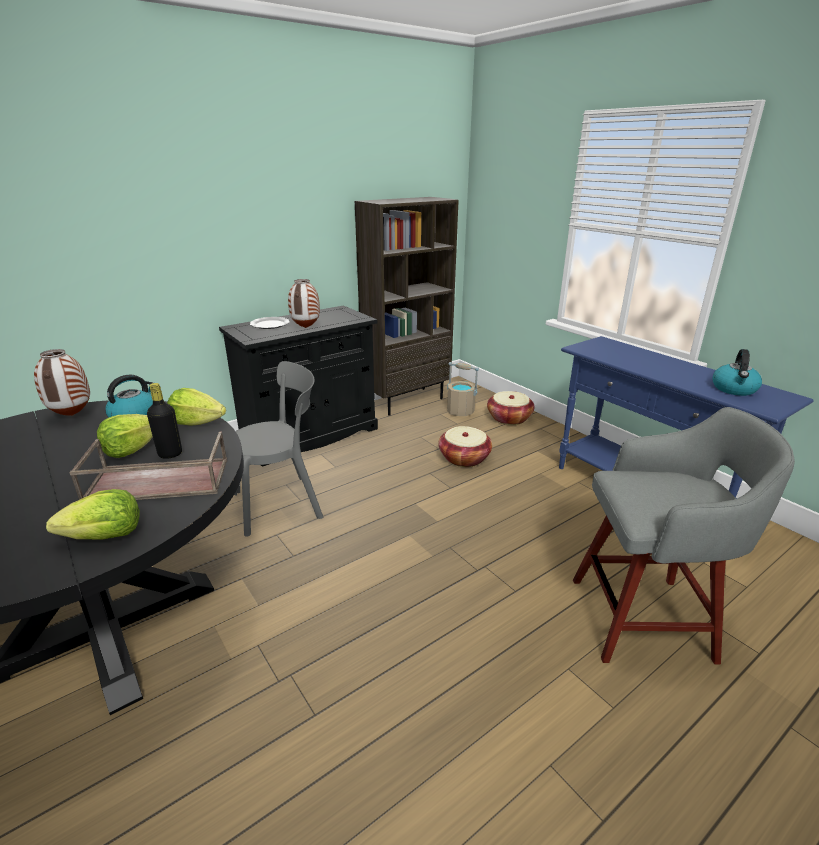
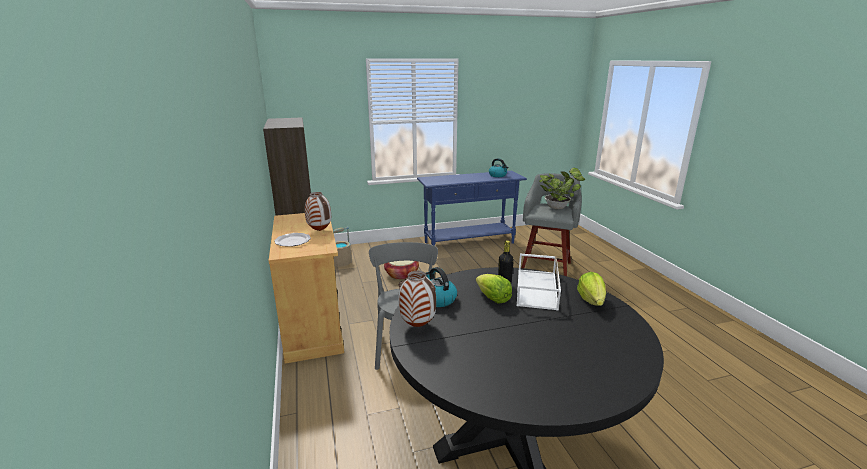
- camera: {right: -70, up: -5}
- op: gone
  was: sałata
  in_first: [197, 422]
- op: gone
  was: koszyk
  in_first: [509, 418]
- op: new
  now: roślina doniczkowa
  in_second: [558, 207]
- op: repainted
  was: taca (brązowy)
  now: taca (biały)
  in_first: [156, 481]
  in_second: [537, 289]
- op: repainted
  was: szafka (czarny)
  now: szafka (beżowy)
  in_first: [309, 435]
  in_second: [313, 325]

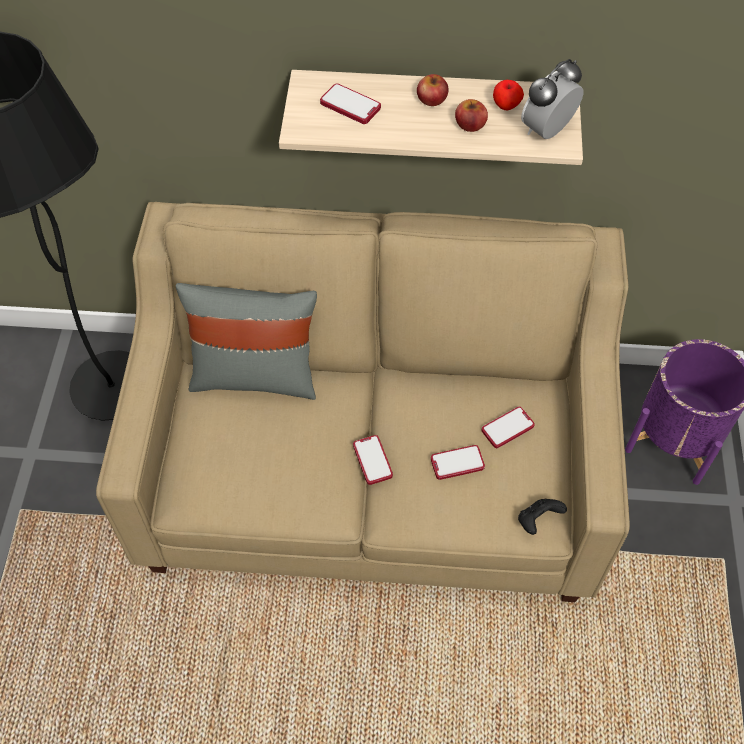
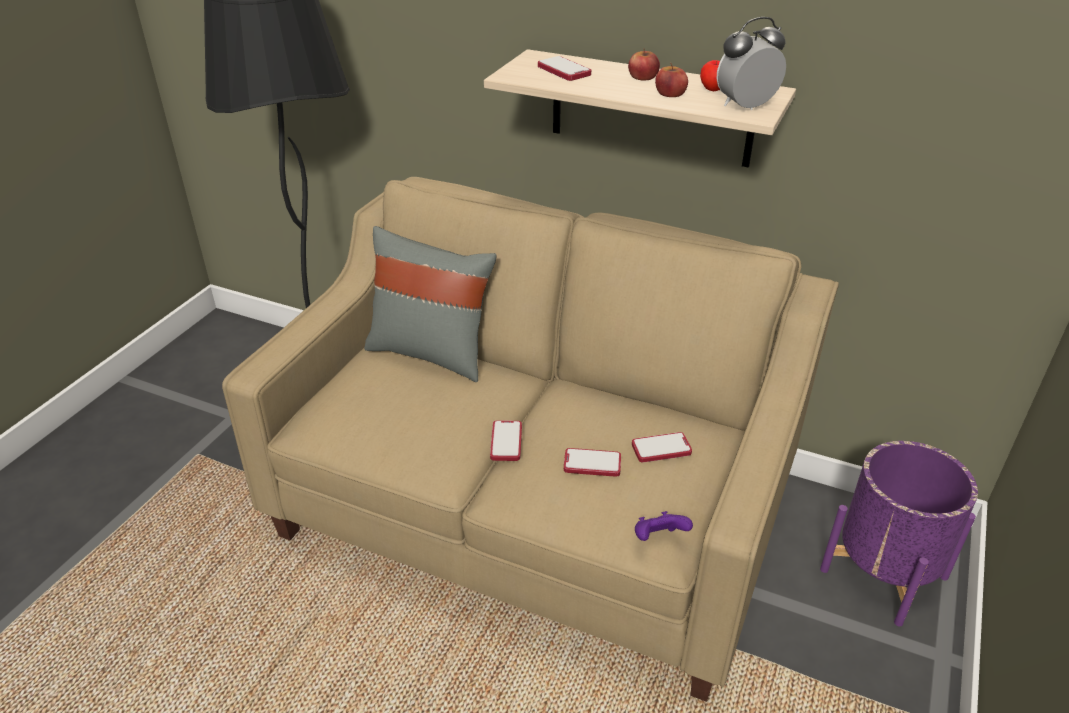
- camera: {right: 20, up: -20}
- op: repainted
  was: pad do gier (czarny)
  now: pad do gier (fioletowy)
  in_first: [537, 520]
  in_second: [658, 538]

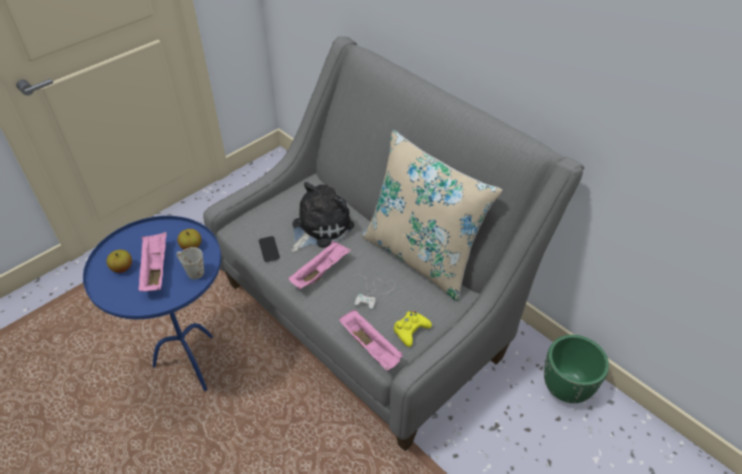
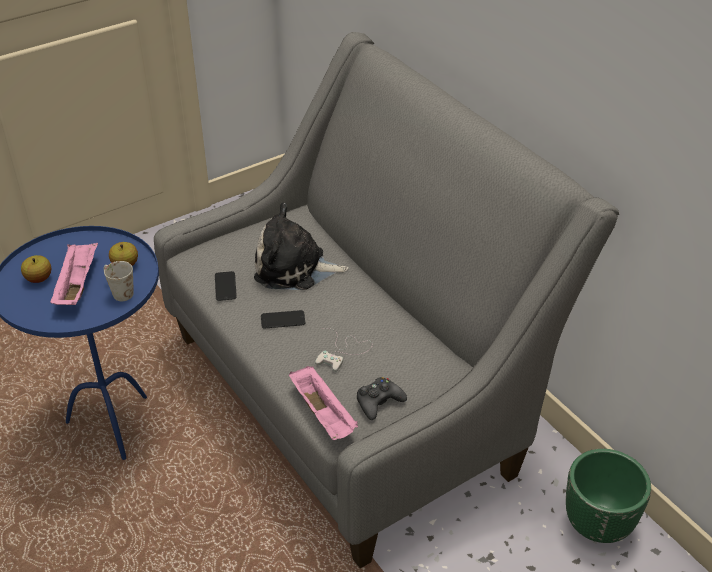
- camera: {right: 10, up: -5}
- op: gone
  was: poduszka (beżowy)
  in_first: [421, 256]
- op: swapped
  was: taca (różowy)
  now: telefon
  in_first: [320, 272]
  in_second: [283, 320]
- op: repainted
  was: pad do gier (żółty)
  now: pad do gier (czarny)
  in_first: [410, 330]
  in_second: [379, 402]
- op: rotated
  was: pluszak
  in_first: [319, 227]
  in_second: [294, 268]
  clockwise: -135

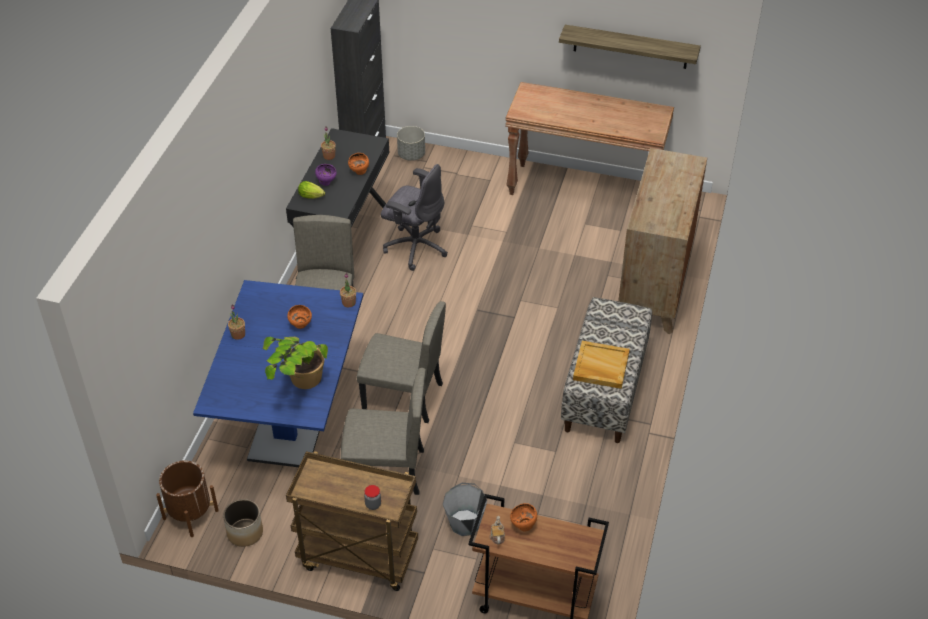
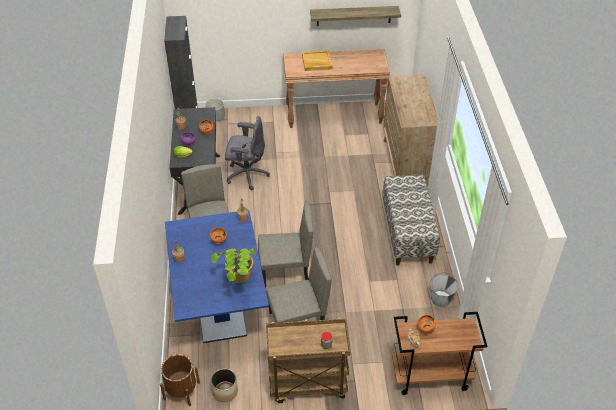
- camera: {right: -20, up: 0}
- op: shifted
  was: wiadro (szary)
  in_first: [465, 523]
  in_second: [441, 299]
- op: shifted
  was: taca (beżowy)
  in_first: [600, 366]
  in_second: [316, 62]

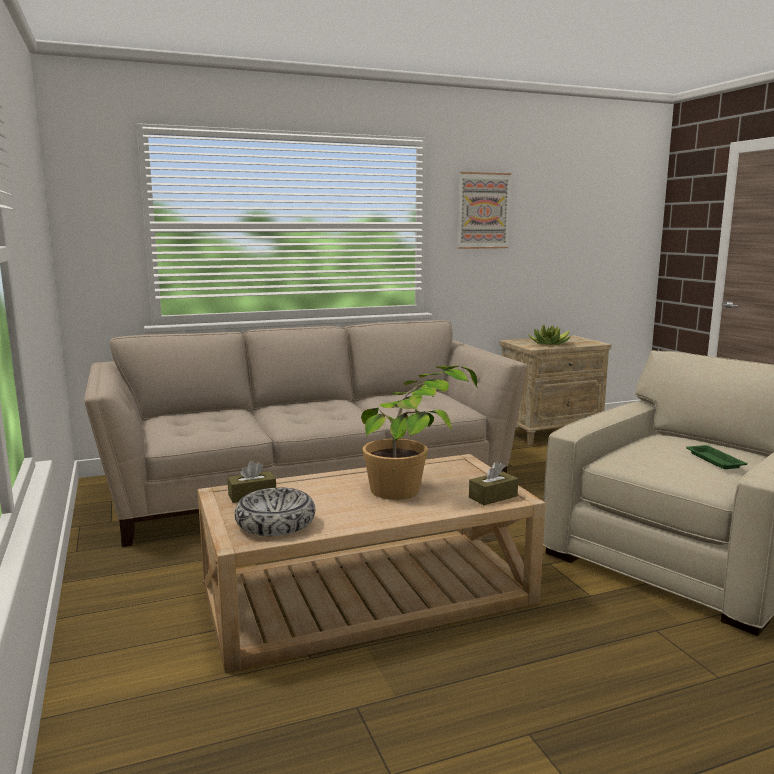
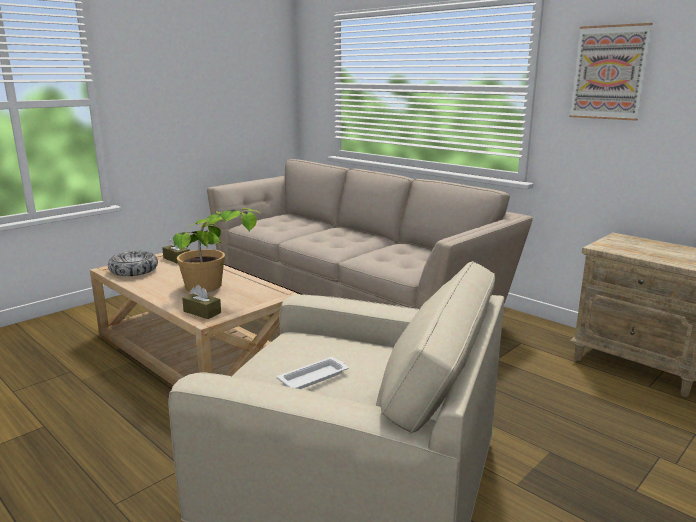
- camera: {right: 65, up: 5}
- op: gone
  was: roślina doniczkowa
  in_first: [550, 344]
- op: repainted
  was: taca (zielony)
  now: taca (biały)
  in_first: [714, 460]
  in_second: [314, 377]

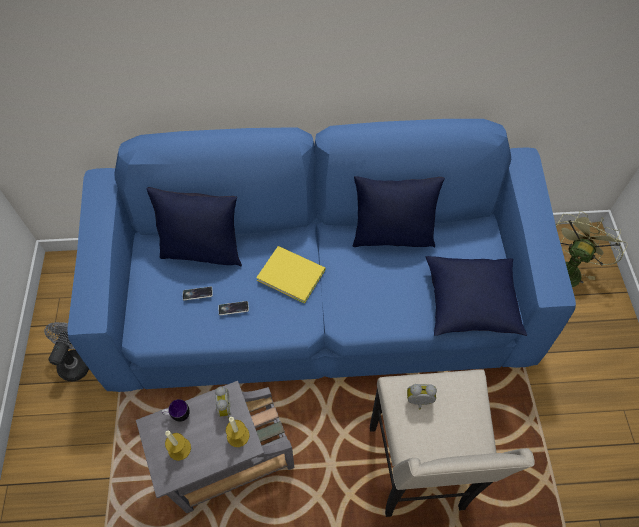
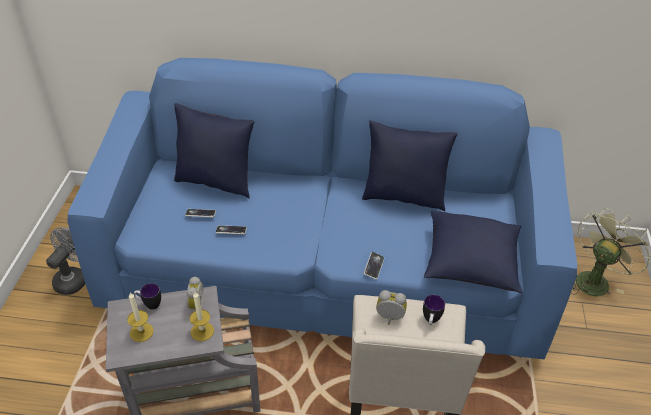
- camera: {right: 10, up: -15}
- op: gone
  was: książka (żółty)
  in_first: [290, 273]
- op: new
  now: telefon
  in_second: [374, 267]
- op: new
  now: kubek
  in_second: [430, 321]

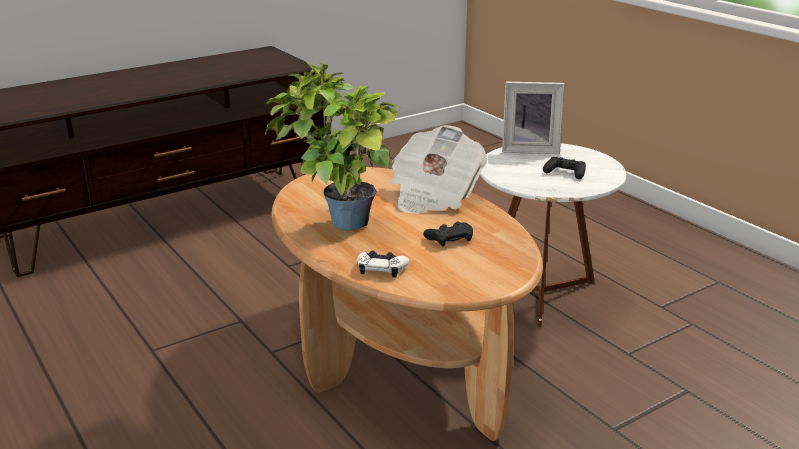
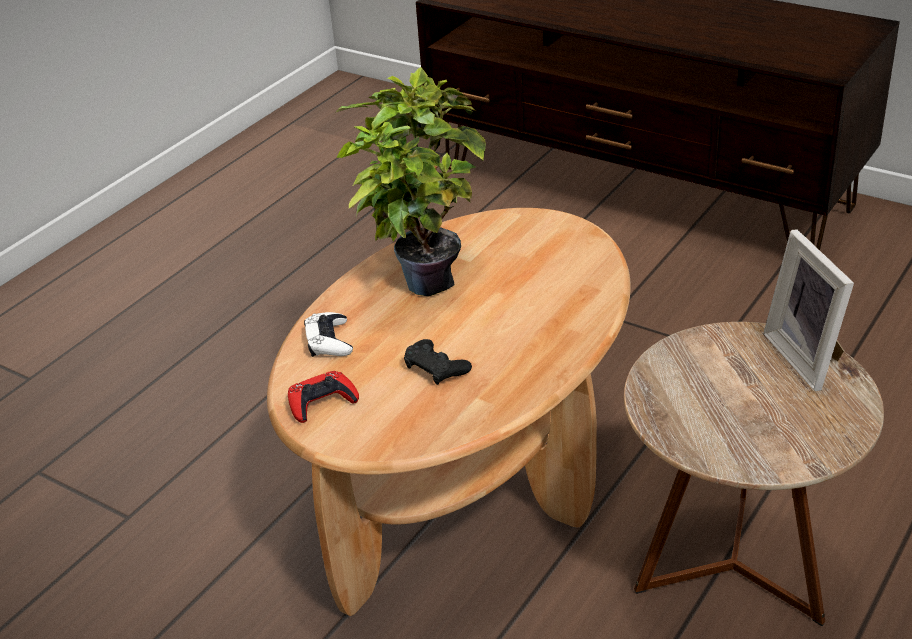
- camera: {right: 70, up: 10}
- op: gone
  was: gazeta
  in_first: [434, 195]
- op: gone
  was: pad do gier (czarny)
  in_first: [565, 173]
- op: new
  now: pad do gier (czerwony)
  in_second: [322, 402]
- op: repainted
  was: stolik (biały)
  now: stolik (brązowy)
  in_first: [541, 293]
  in_second: [733, 570]

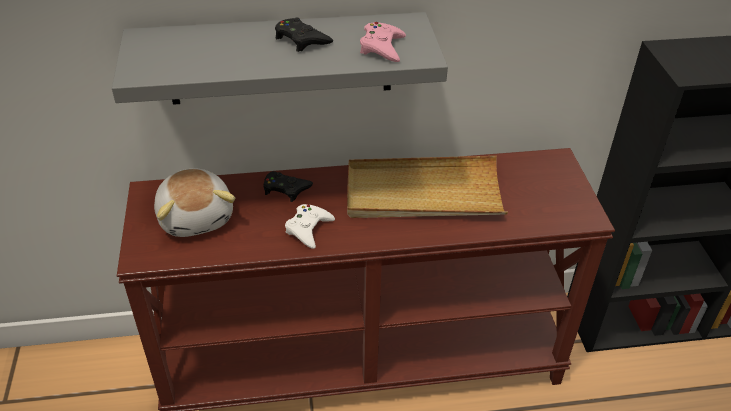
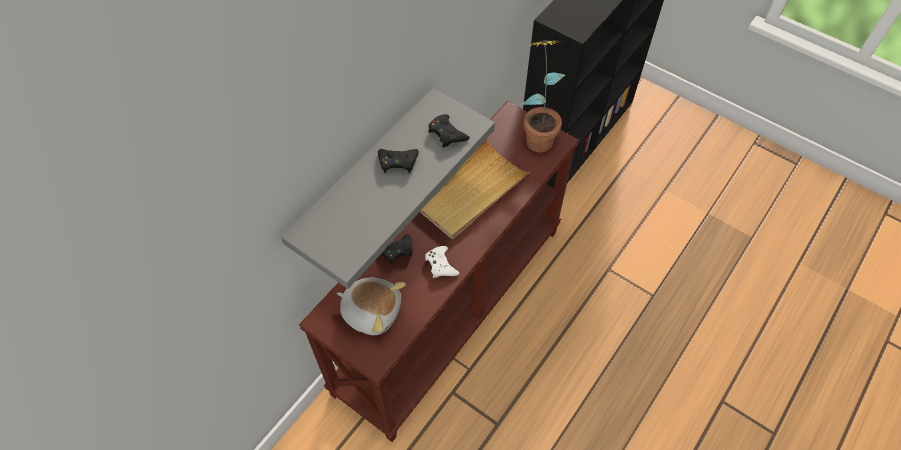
- camera: {right: -45, up: 15}
- op: new
  now: roślina doniczkowa
  in_second: [537, 135]
- op: repainted
  was: pad do gier (różowy)
  now: pad do gier (czarny)
  in_first: [382, 47]
  in_second: [447, 134]

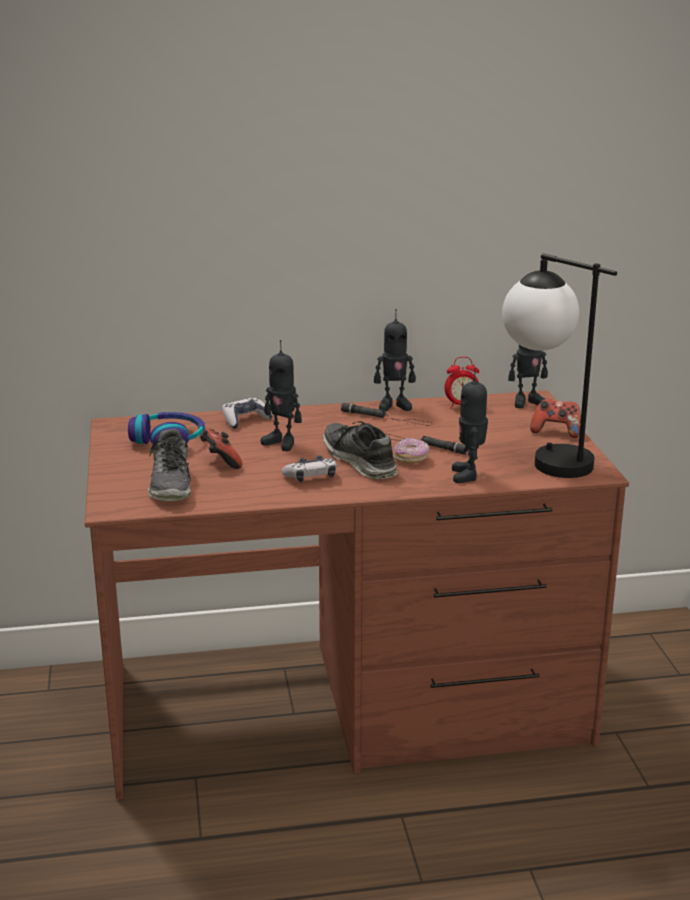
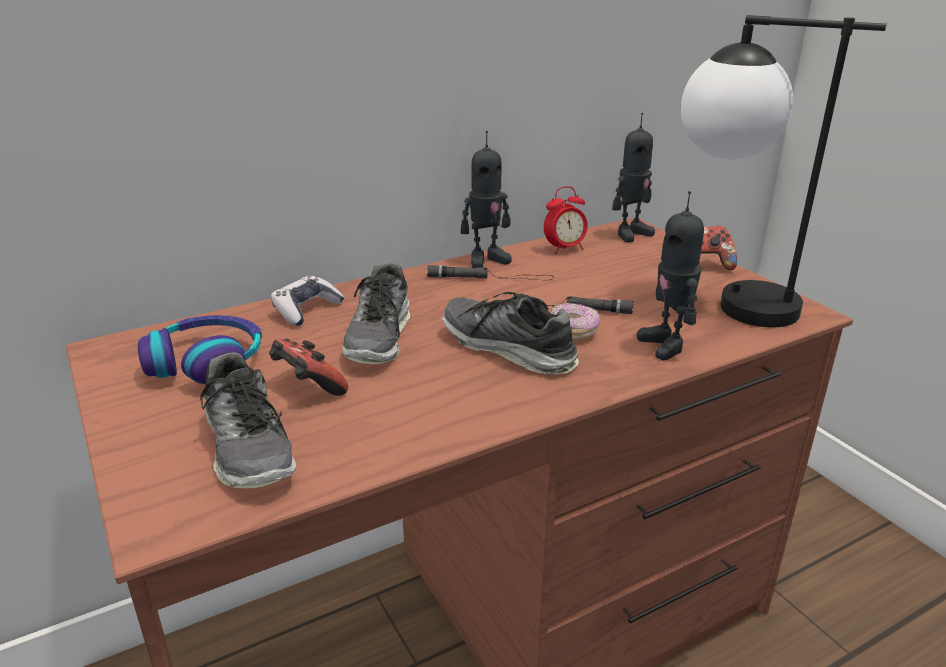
- camera: {right: -20, up: 5}
- op: gone
  was: pad do gier
  in_first: [311, 477]
- op: swapped
  was: robot zabawkowy
  now: but
  in_first: [282, 443]
  in_second: [380, 337]

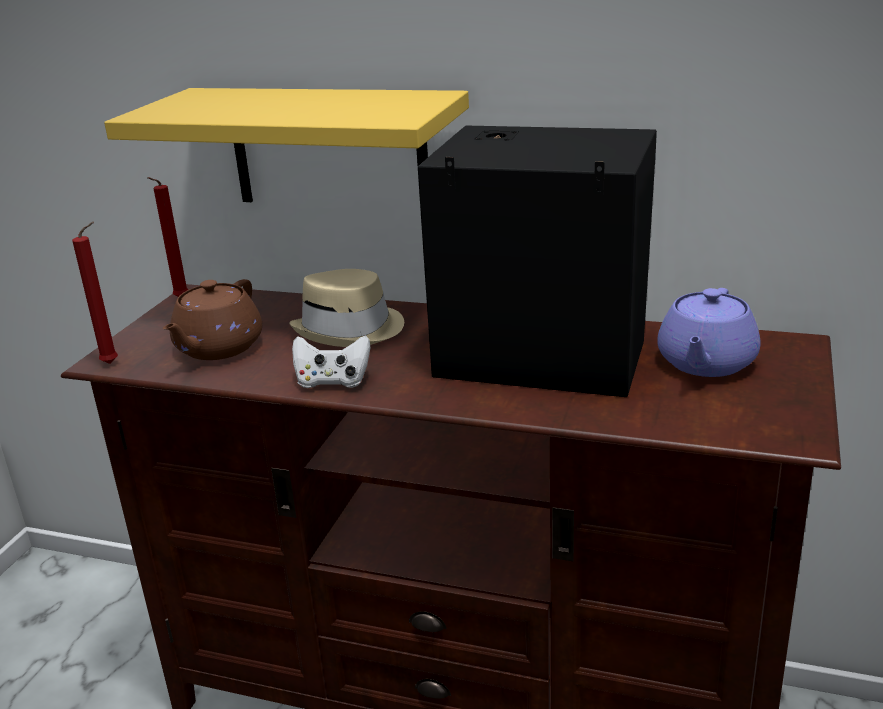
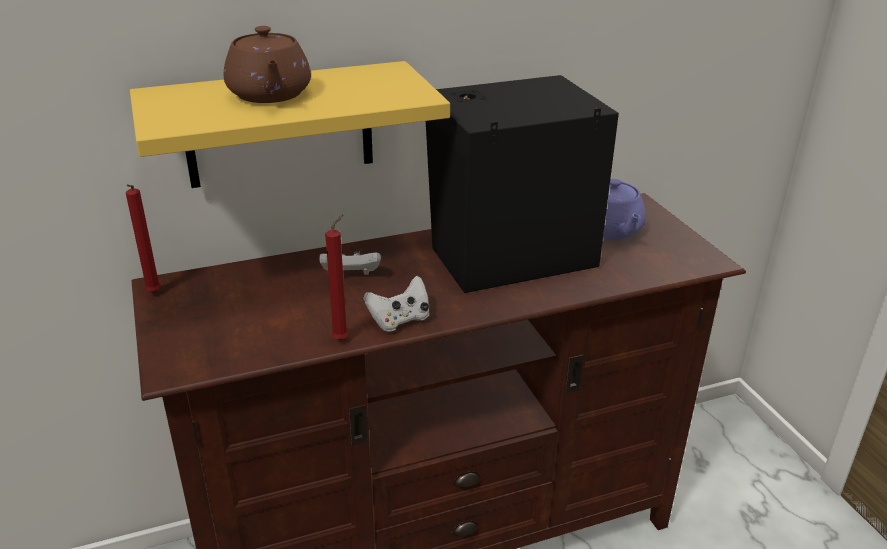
- camera: {right: -40, up: 5}
- op: shifted
  was: świeca (czerwony)
  in_first: [113, 363]
  in_second: [342, 339]
- op: shifted
  was: imbryk (brązowy)
  in_first: [217, 348]
  in_second: [269, 95]
- op: swapped
  was: kapelusz (beżowy)
  now: pad do gier (biały)
  in_first: [351, 330]
  in_second: [351, 276]

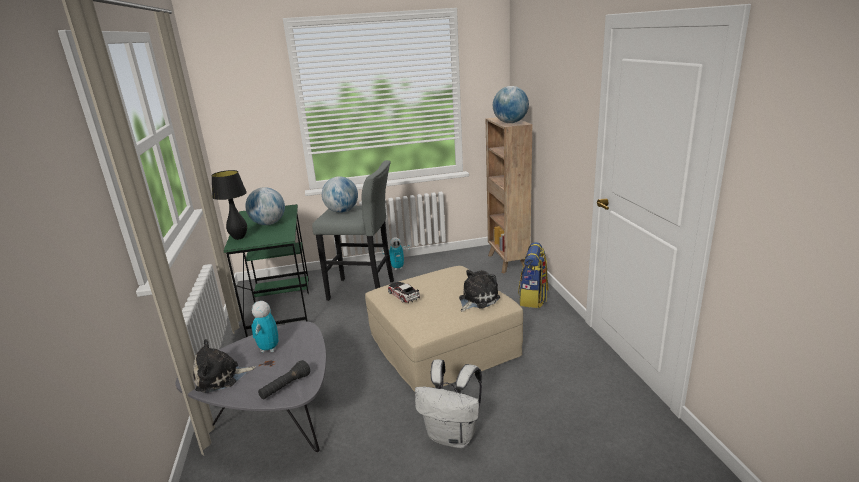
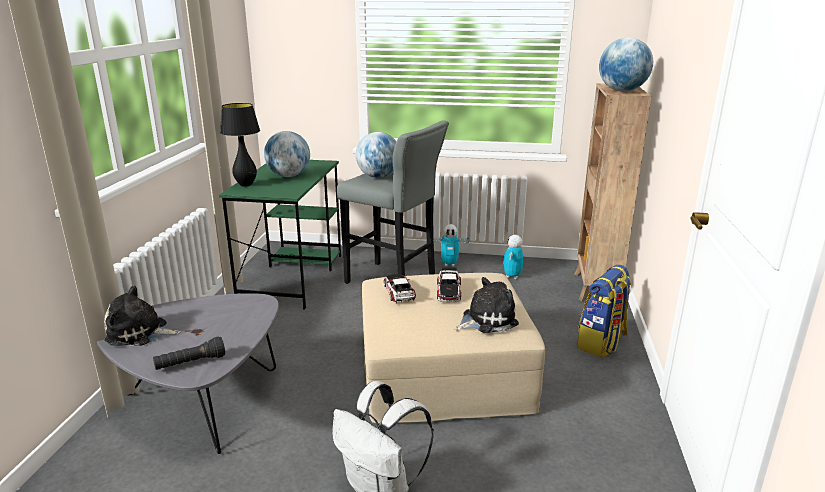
- camera: {right: 20, up: 0}
- op: new
  now: samochodzik
  in_second: [448, 291]
- op: shifted
  was: robot zabawkowy
  in_first: [269, 348]
  in_second: [512, 276]

